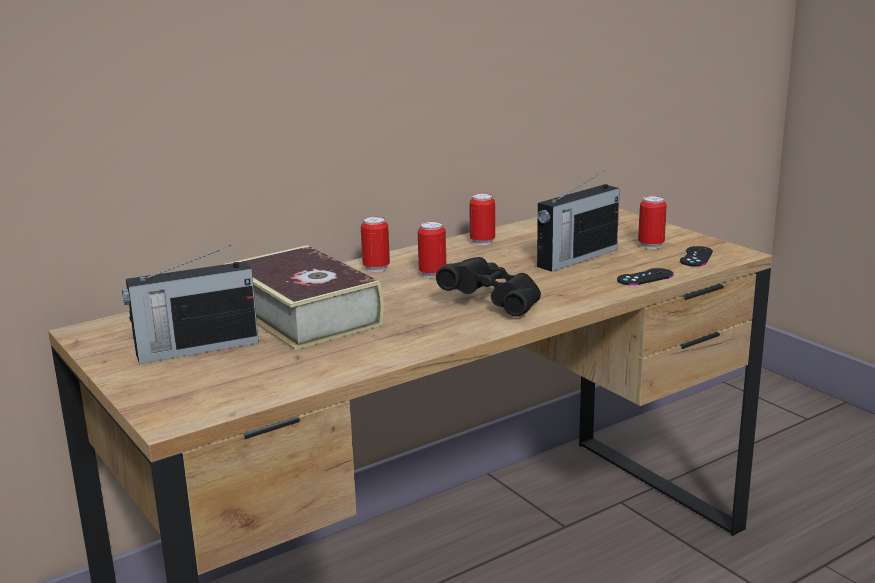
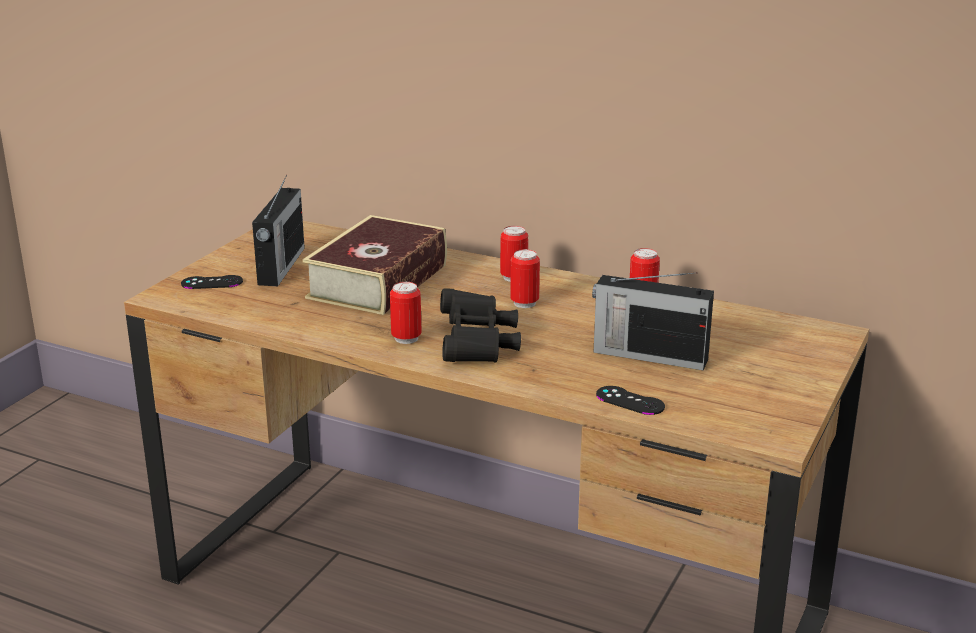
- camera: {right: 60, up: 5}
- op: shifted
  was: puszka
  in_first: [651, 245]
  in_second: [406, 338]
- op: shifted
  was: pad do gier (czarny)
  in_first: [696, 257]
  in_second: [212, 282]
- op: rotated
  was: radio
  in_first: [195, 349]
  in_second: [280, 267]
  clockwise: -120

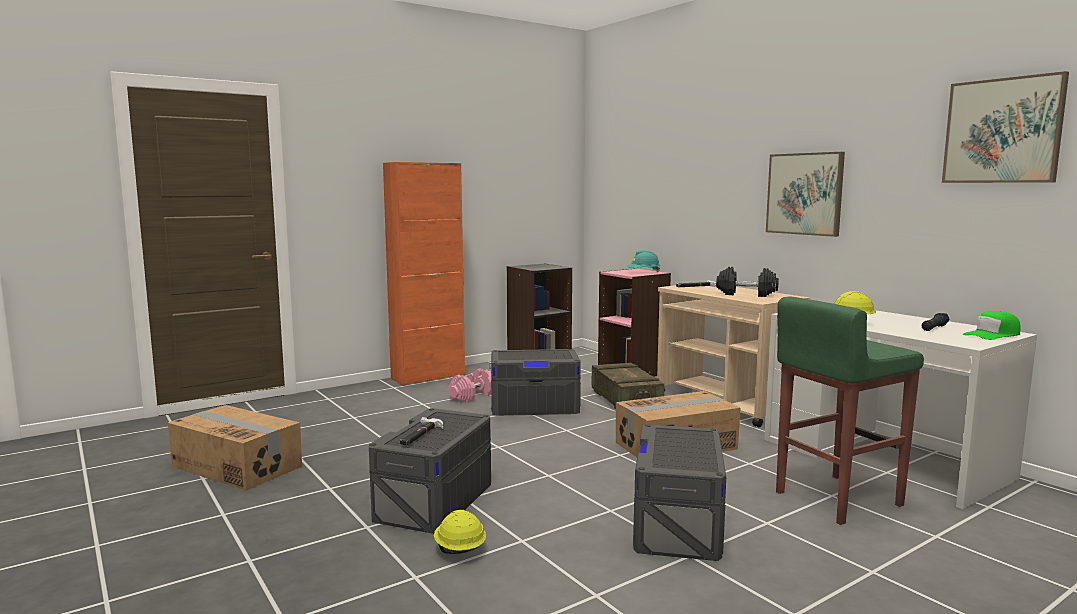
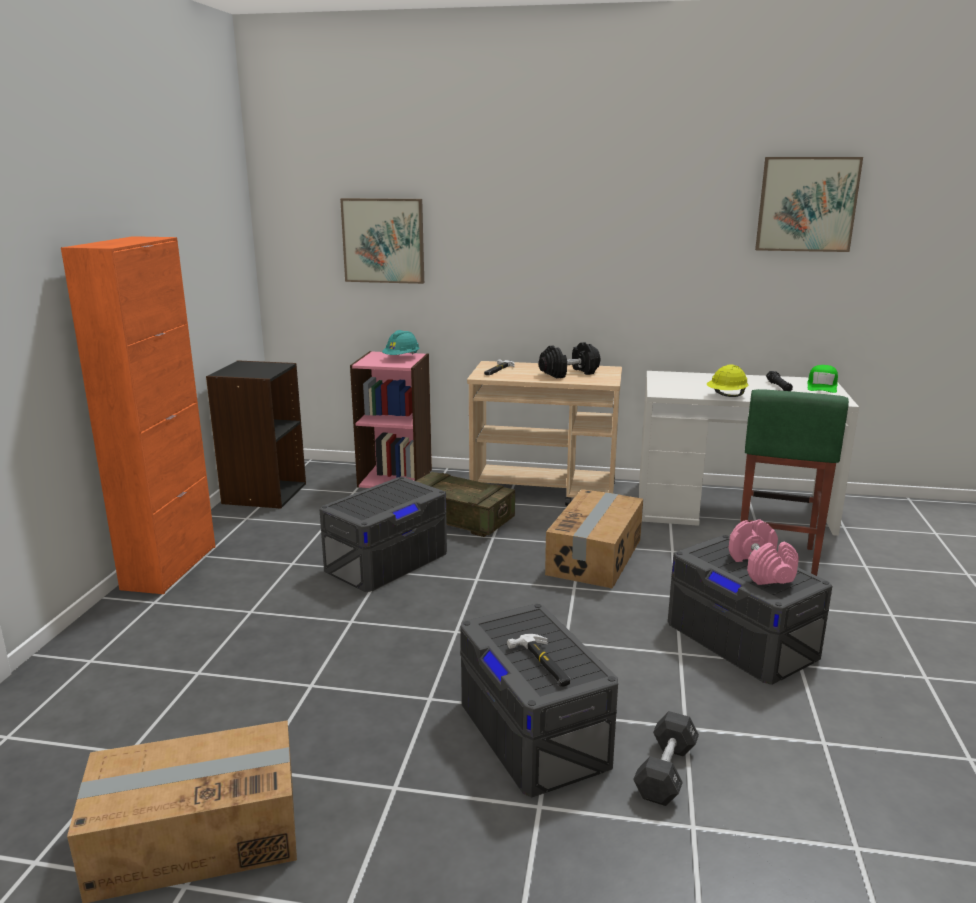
- camera: {right: -45, up: 10}
- op: shifted
  was: hantel (różowy)
  in_first: [472, 396]
  in_second: [761, 569]
- op: shifted
  was: obraz
  in_first: [804, 194]
  in_second: [383, 240]
- op: swapped
  was: kask (żółty)
  now: hantel (czarny)
  in_first: [459, 550]
  in_second: [665, 771]

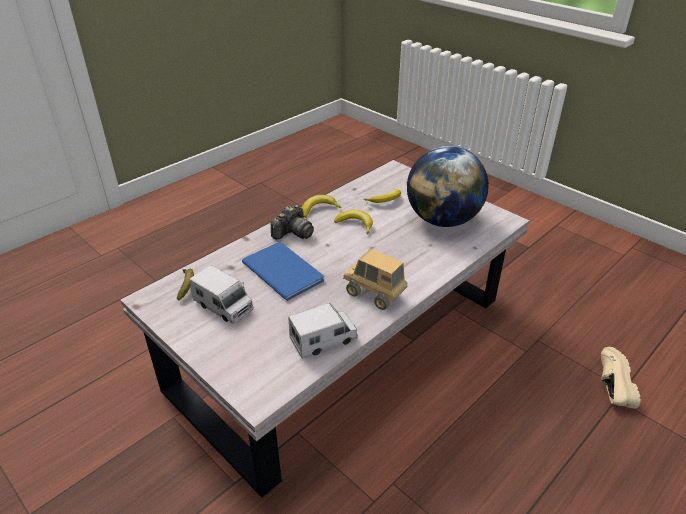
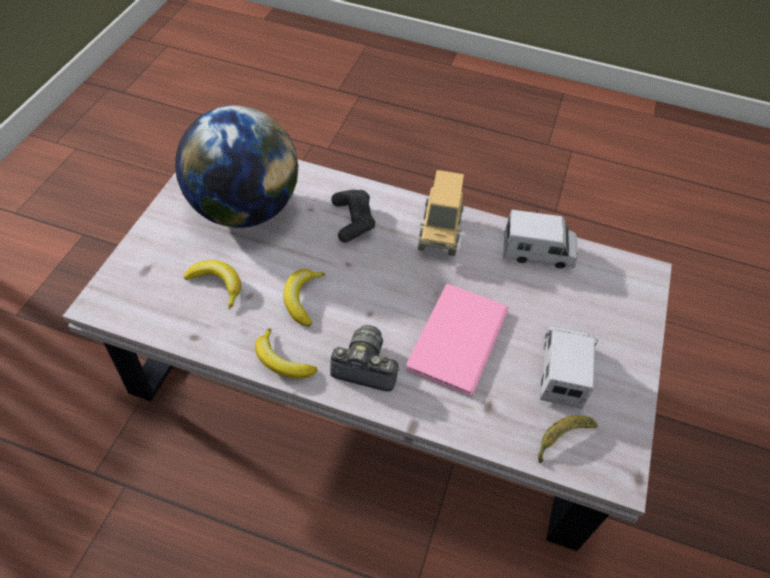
- camera: {right: -120, up: 15}
- op: gone
  was: but (beżowy)
  in_first: [609, 385]
- op: new
  now: pad do gier (czarny)
  in_second: [353, 220]
- op: repainted
  was: książka (niebieski)
  now: książka (różowy)
  in_first: [283, 270]
  in_second: [453, 340]
- op: rotated
  was: ciężarówka zabawkowa
  in_first: [324, 340]
  in_second: [538, 252]
  clockwise: 150

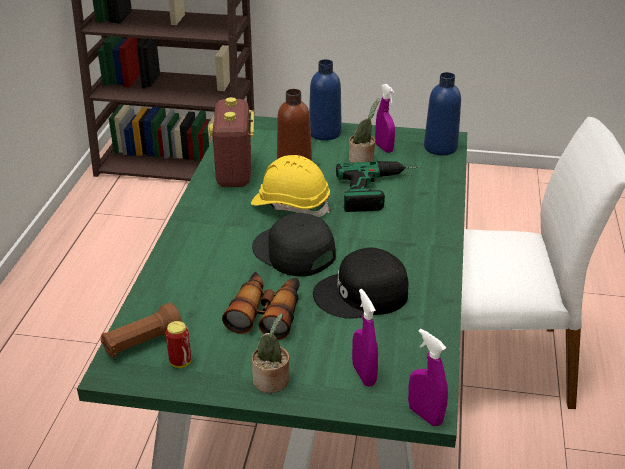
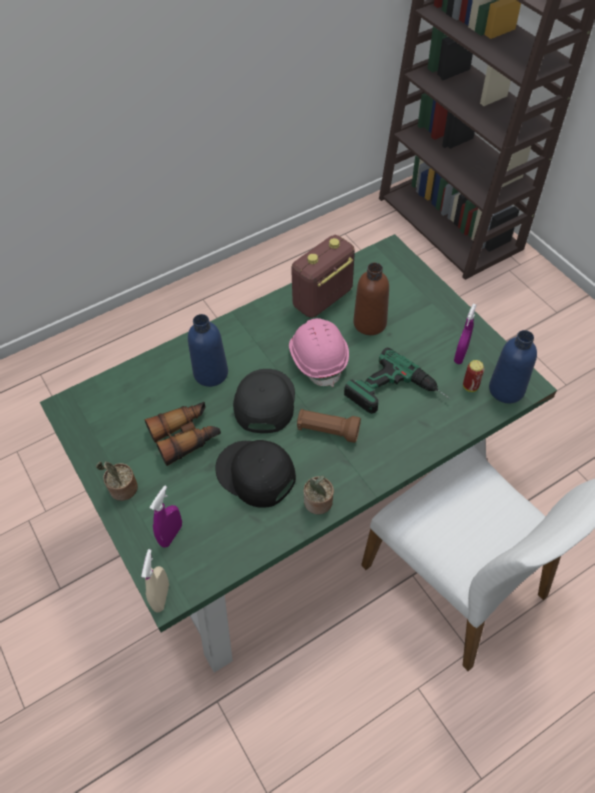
- camera: {right: 50, up: 20}
- op: shifted
  was: latarka (brązowy)
  in_first: [142, 343]
  in_second: [327, 430]
- op: shifted
  was: puszka
  in_first: [180, 362]
  in_second: [470, 386]
- op: shifted
  was: butelka (niebieski)
  in_first: [325, 133]
  in_second: [211, 373]
- op: shifted
  was: roślina doniczkowa
  in_first: [363, 160]
  in_second: [318, 503]
- op: repainted
  was: kask (żółty)
  now: kask (różowy)
  in_first: [290, 205]
  in_second: [318, 358]
- op: repainted
  was: spryskiwacz (fioletowy)
  now: spryskiwacz (beżowy)
  in_first: [425, 415]
  in_second: [161, 597]

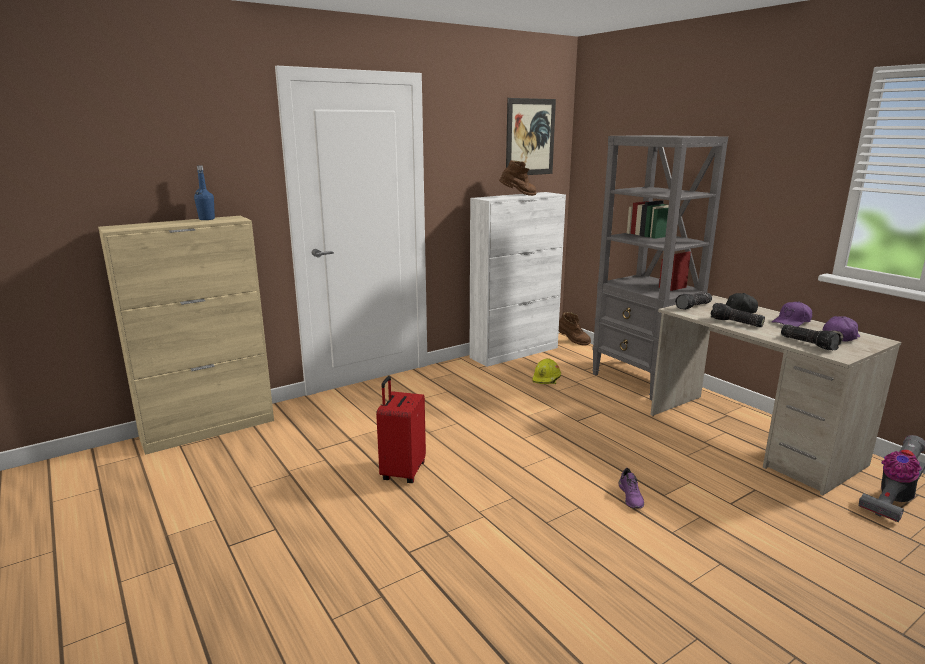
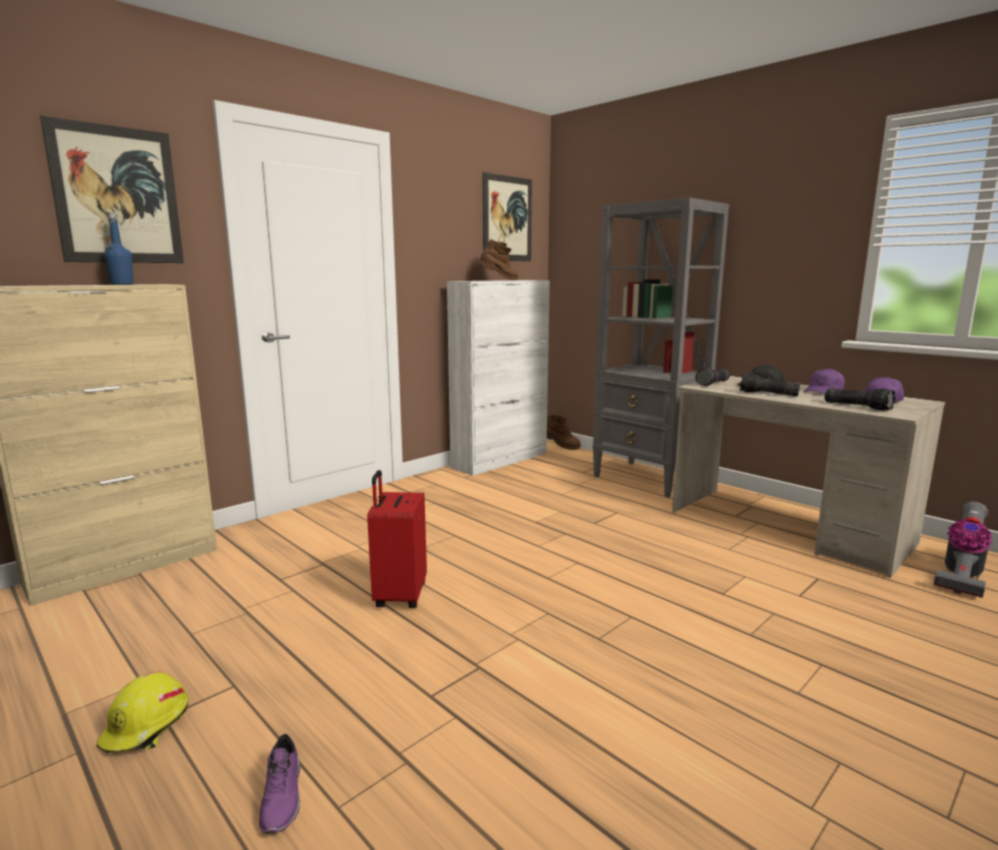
- camera: {right: -10, up: -5}
- op: new
  now: obraz
  in_second: [117, 195]
- op: shifted
  was: kask (żółty)
  in_first: [547, 379]
  in_second: [147, 727]
- op: shifted
  was: but (fioletowy)
  in_first: [631, 497]
  in_second: [283, 797]

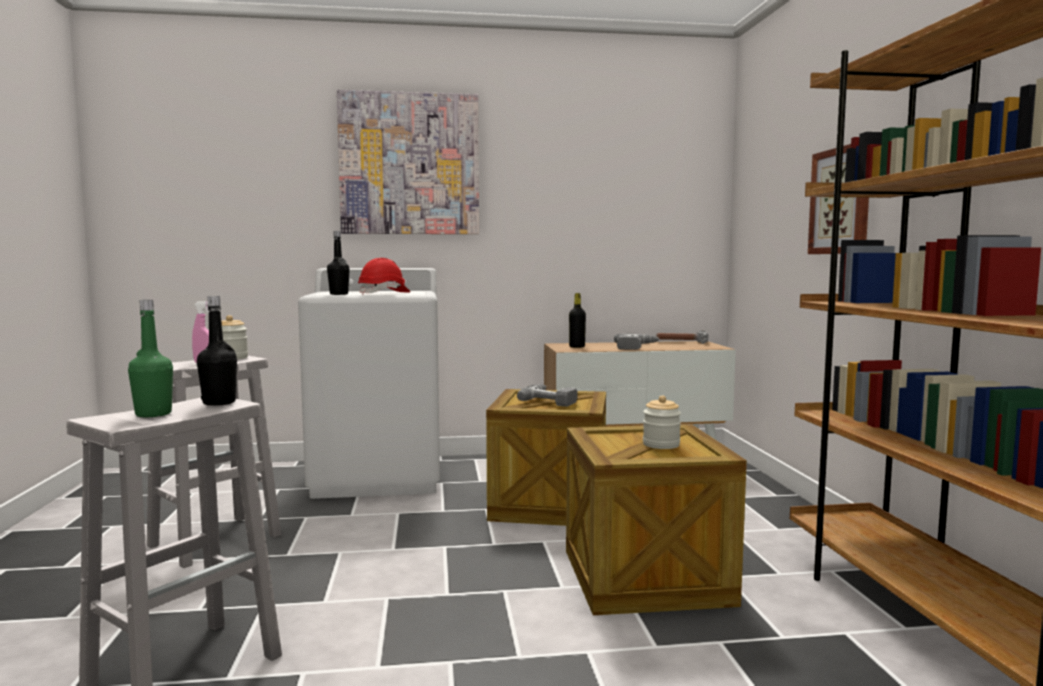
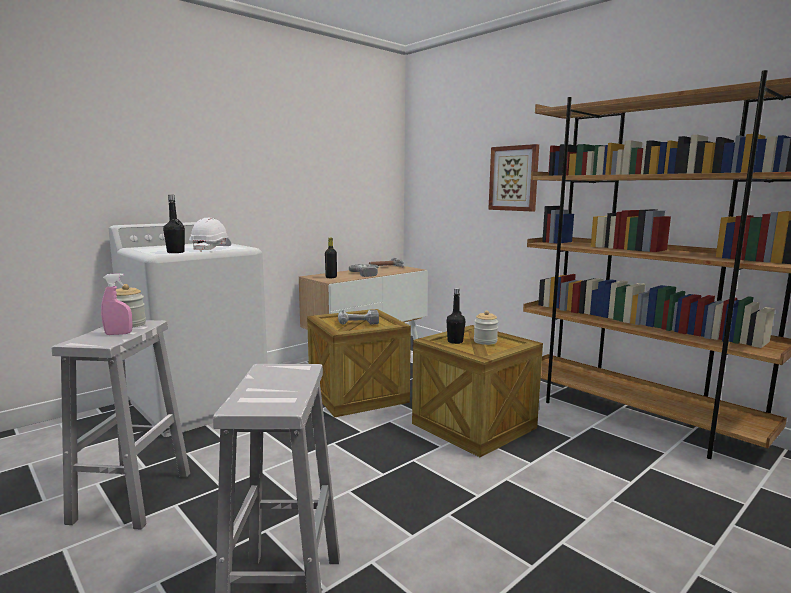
- camera: {right: -35, up: 5}
- op: gone
  was: butelka (zielony)
  in_first: [153, 414]
- op: gone
  was: obraz
  in_first: [409, 164]
- op: shifted
  was: butelka (czarny)
  in_first: [219, 402]
  in_second: [455, 341]
- op: repainted
  was: kask (czerwony)
  now: kask (biały)
  in_first: [384, 293]
  in_second: [211, 249]

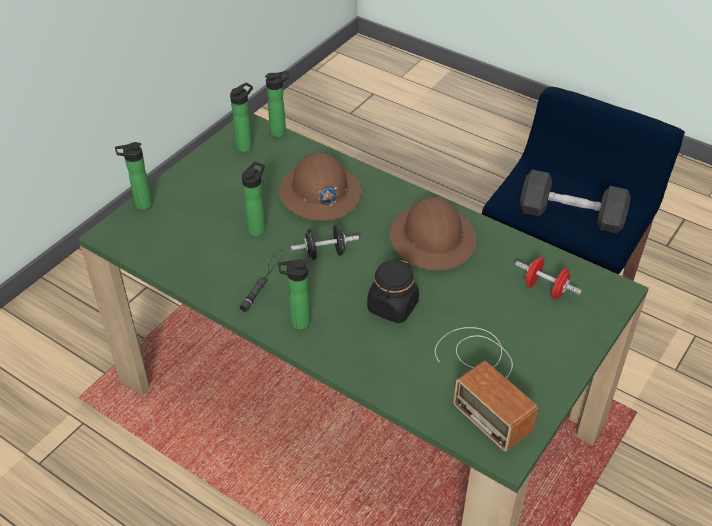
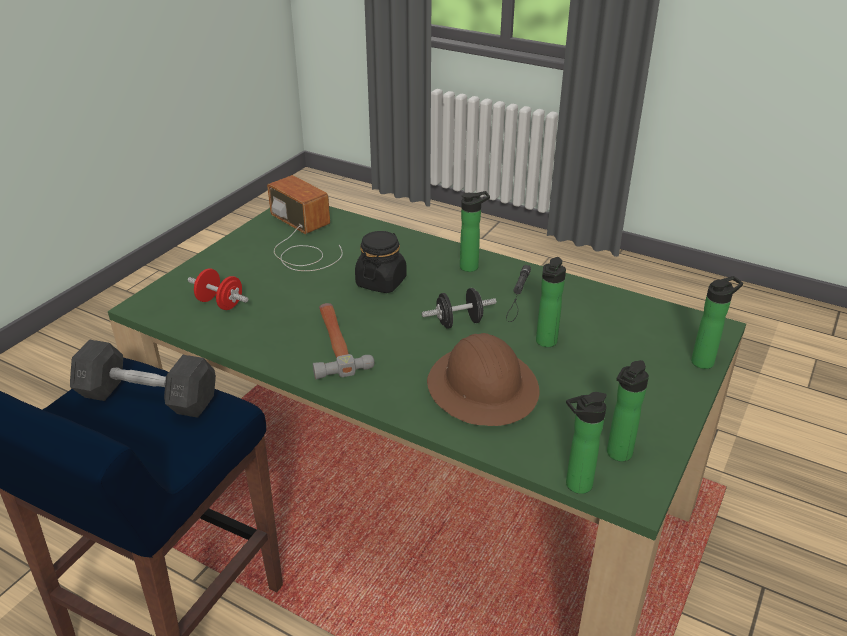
- camera: {right: 175, up: -10}
- op: swapped
  was: kask (brązowy)
  now: młotek
  in_first: [433, 239]
  in_second: [335, 343]

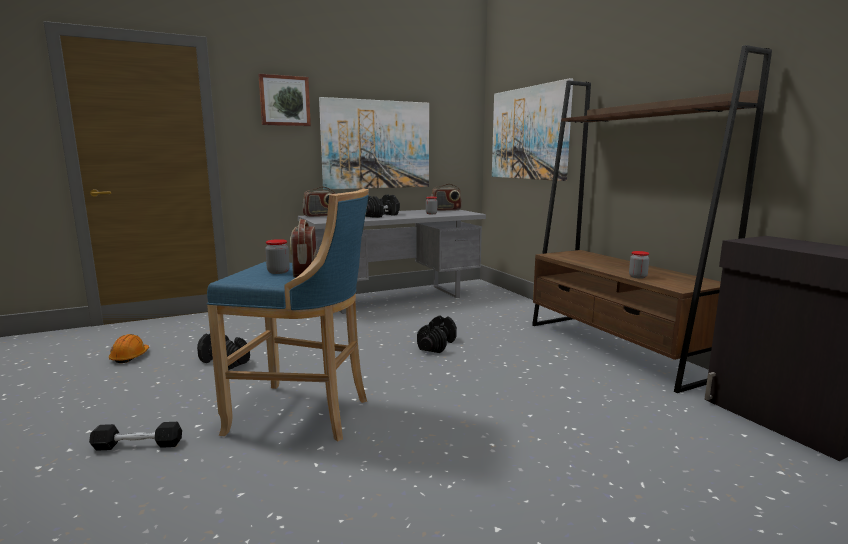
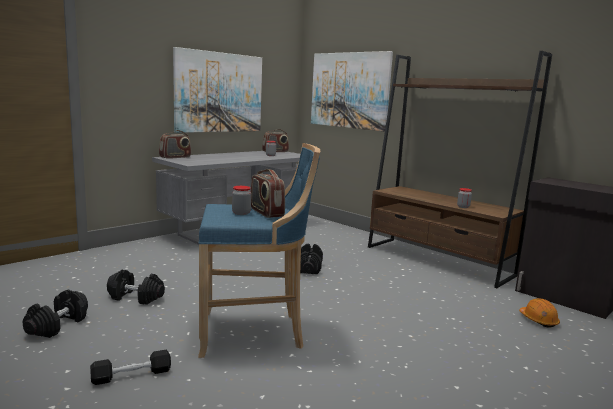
- camera: {right: -20, up: 0}
- op: gone
  was: obraz
  in_first: [284, 101]
- op: shifted
  was: kask (pomarańczowy)
  in_first: [130, 357]
  in_second: [538, 320]
- op: shifted
  was: hantel (czarny)
  in_first: [381, 215]
  in_second: [57, 325]

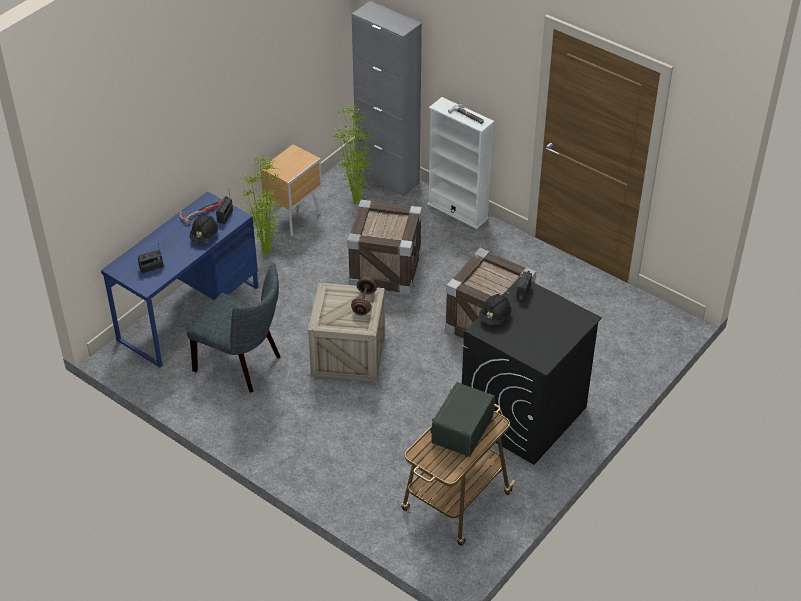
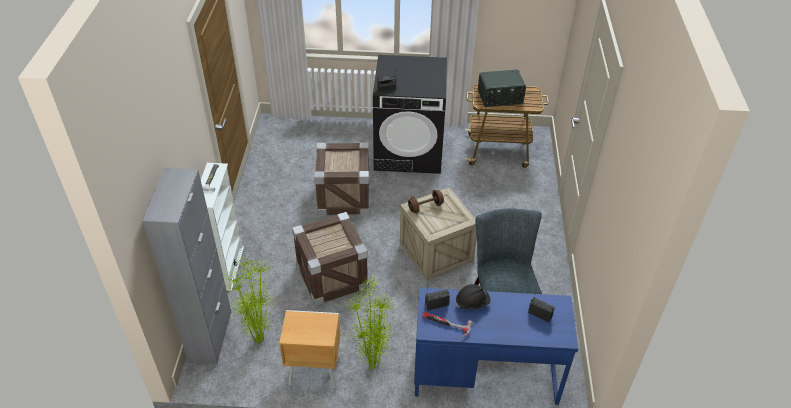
- camera: {right: -125, up: 0}
- op: gone
  was: kask (czarny)
  in_first: [495, 317]

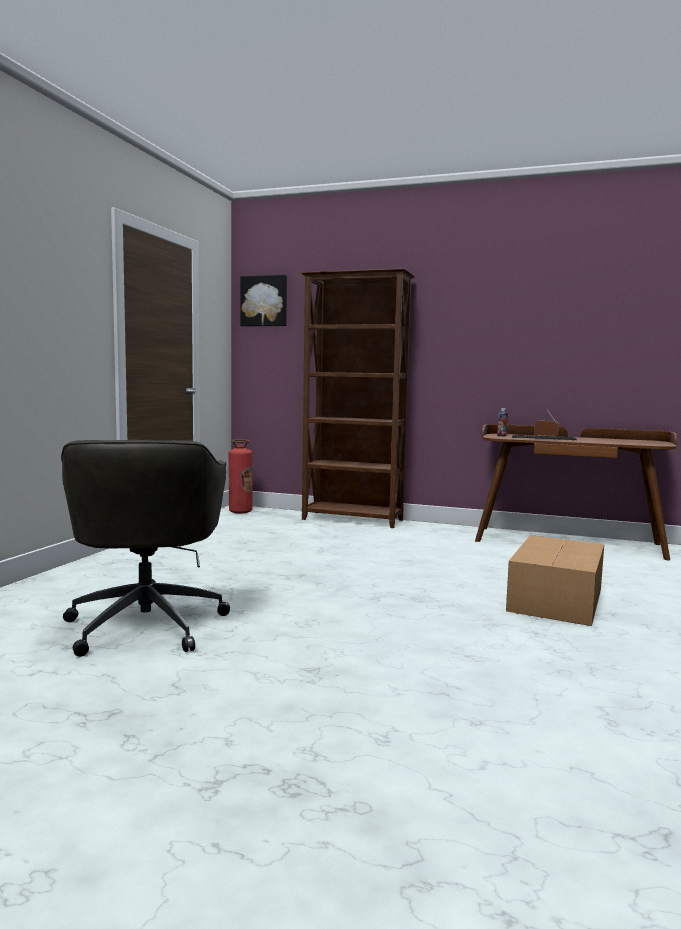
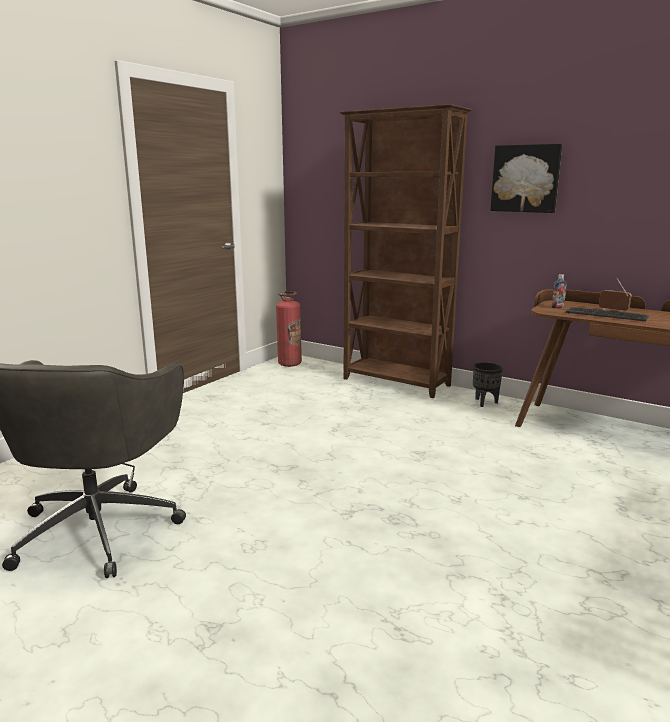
- camera: {right: 15, up: 10}
- op: gone
  was: karton
  in_first: [557, 599]
- op: new
  now: donica (czarny)
  in_second: [484, 402]
- op: shifted
  was: obraz
  in_first: [264, 301]
  in_second: [525, 178]

